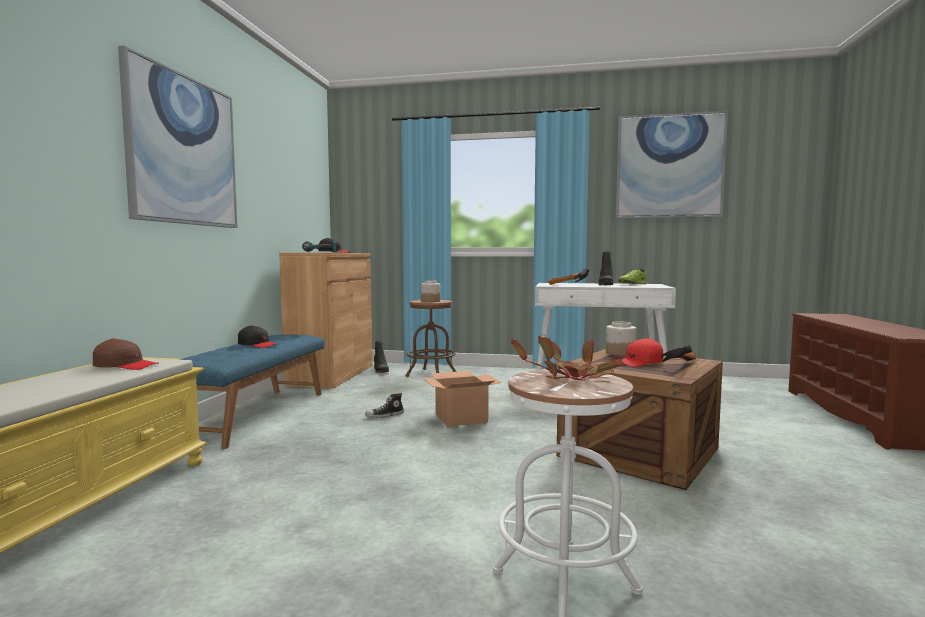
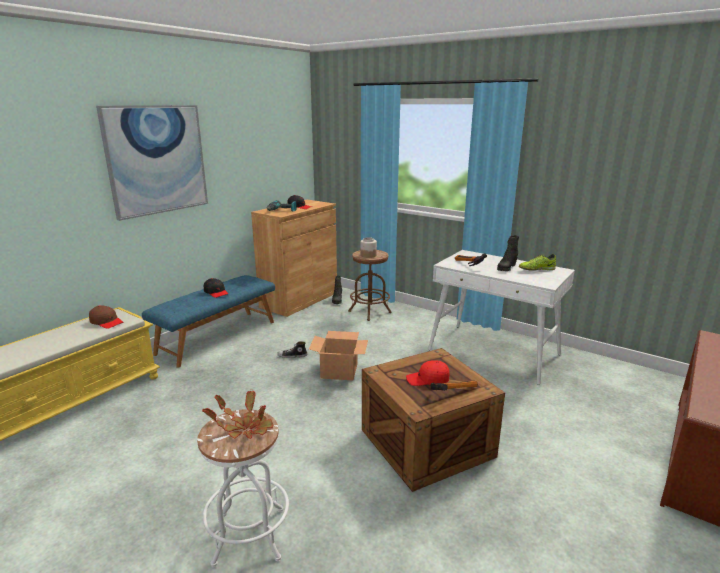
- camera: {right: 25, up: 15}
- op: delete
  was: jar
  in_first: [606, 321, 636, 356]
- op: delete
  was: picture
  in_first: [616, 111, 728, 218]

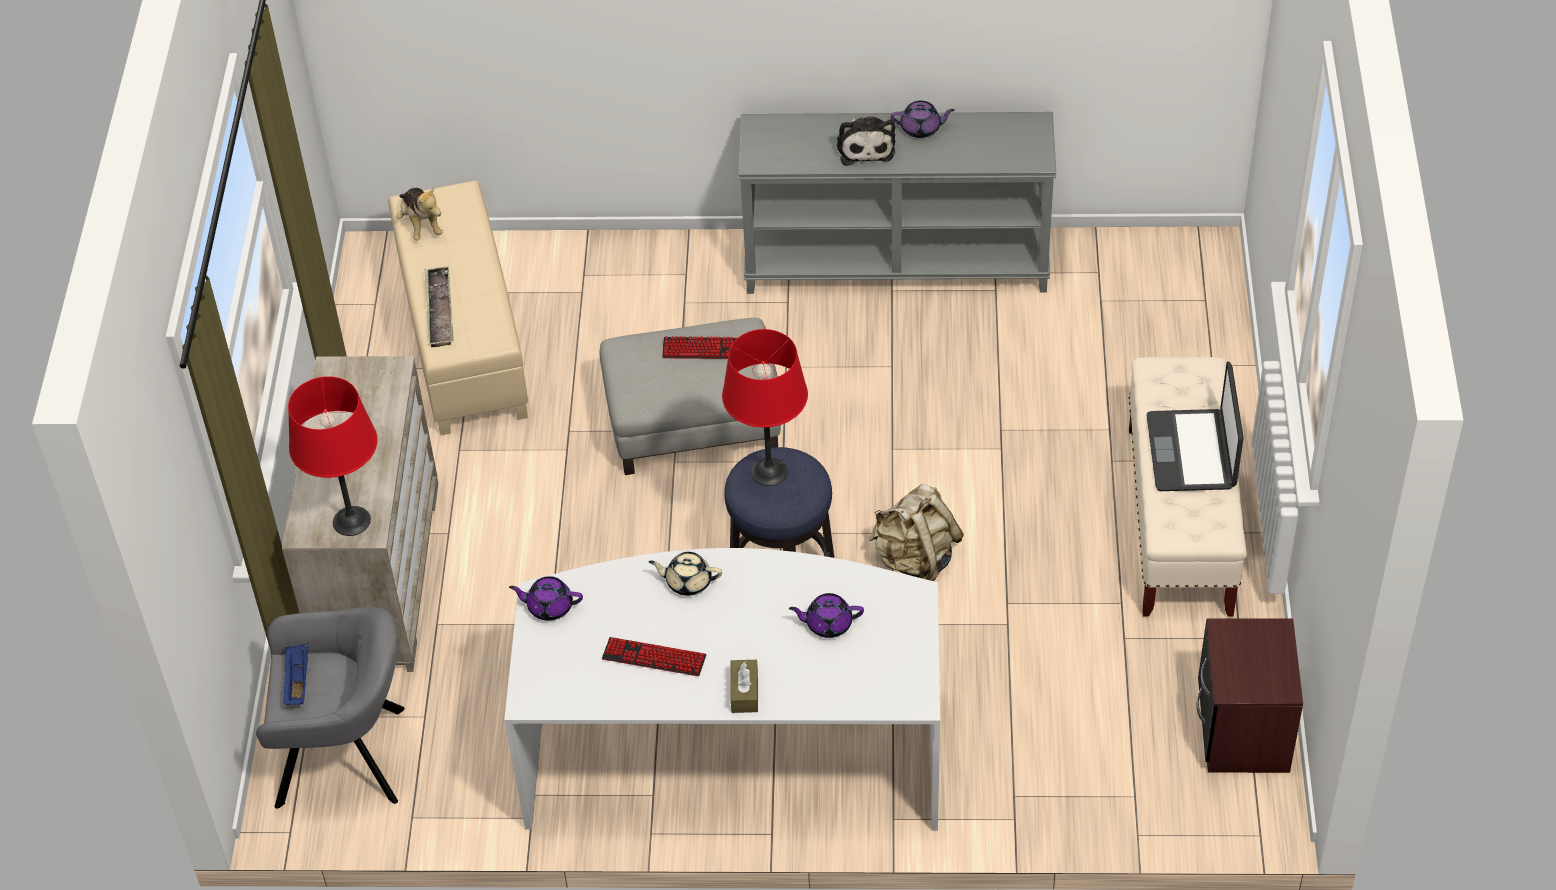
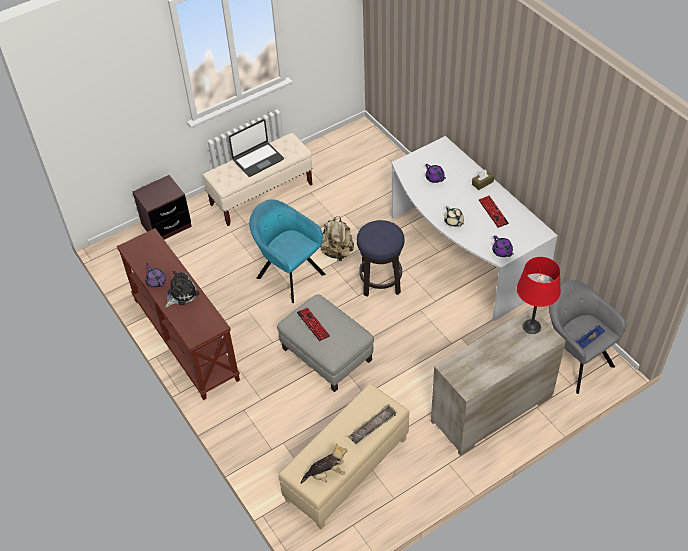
- camera: {right: -125, up: 0}
- op: rotate
  was: plush toy
  in_first: [396, 187, 443, 240]
  in_second: [301, 444, 348, 484]
  clockwise: 45
- op: delete
  was: table lamp (red)
  in_first: [722, 329, 808, 486]
- op: recolor
  was: console table (grey)
  now: console table (brown)
  in_first: [738, 112, 1056, 294]
  in_second: [117, 228, 240, 400]
- op: move
  was: nightstand (brown)
  in_first: [1197, 619, 1303, 773]
  in_second: [132, 175, 192, 240]
- op: insert
  now: armchair (turquoise)
  in_second: [249, 199, 326, 303]

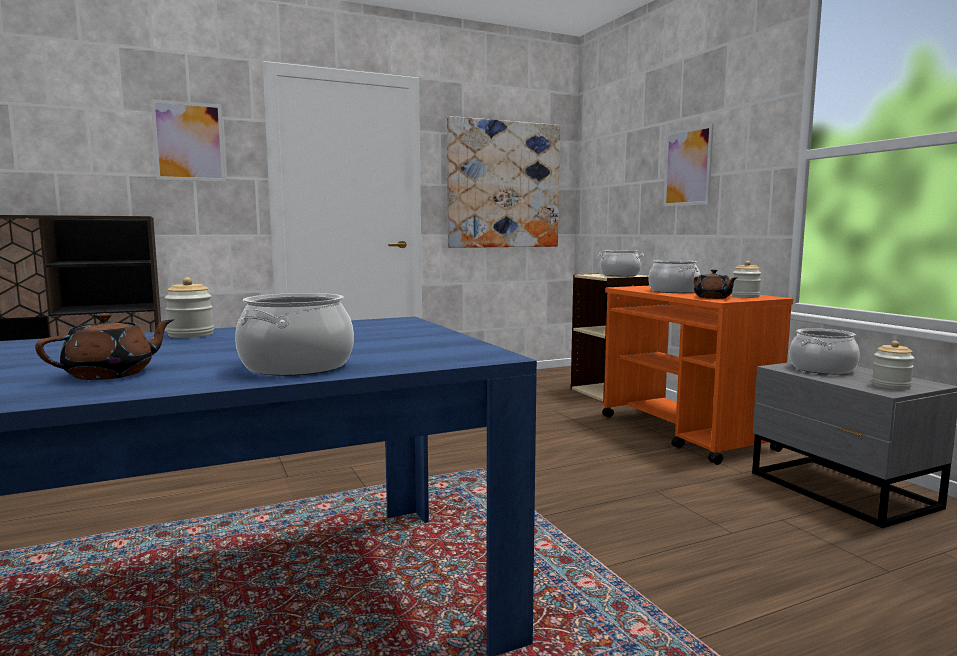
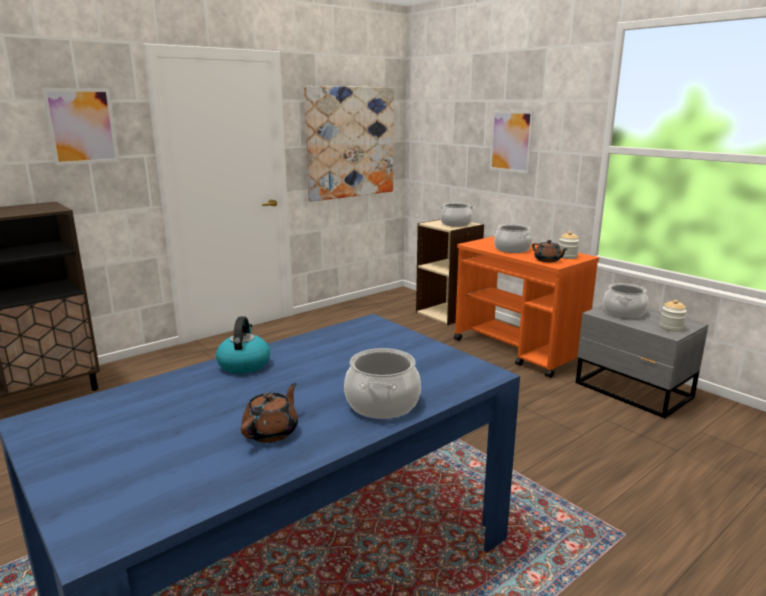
- camera: {right: -15, up: 10}
- op: replace
  was: jar
  now: kettle
  in_first: [165, 277, 214, 338]
  in_second: [216, 316, 270, 374]

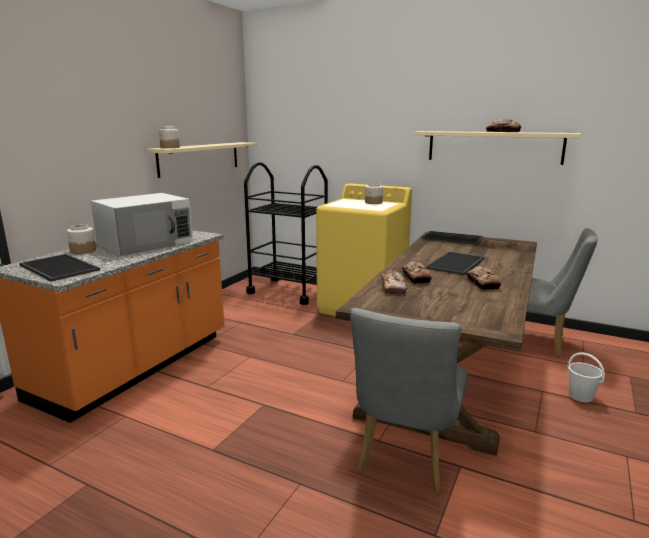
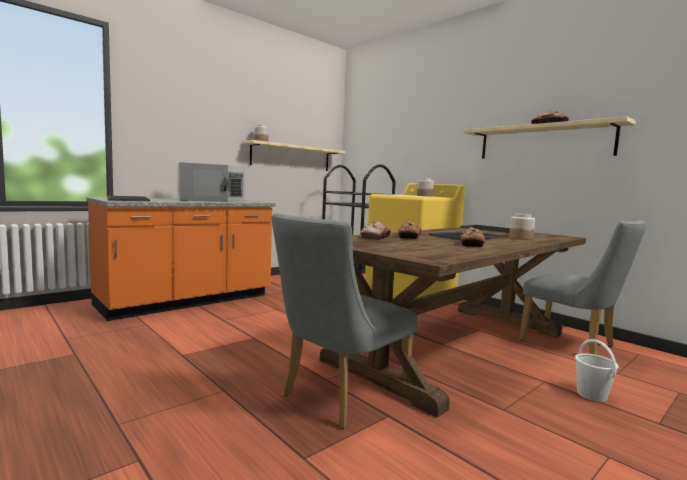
- camera: {right: 20, up: -10}
- op: move
  was: jar
  in_first: [67, 224, 96, 254]
  in_second: [509, 214, 535, 240]

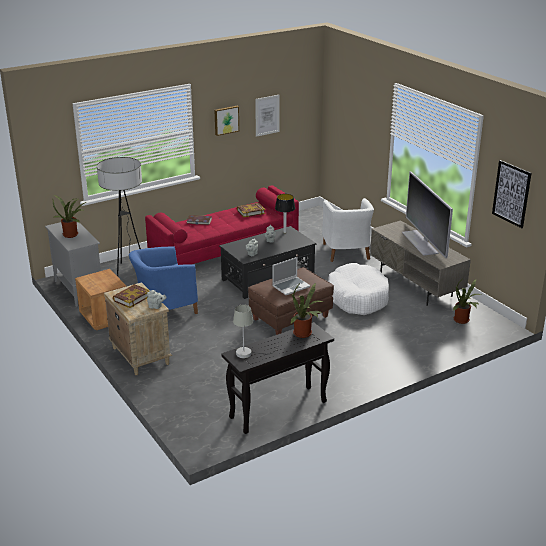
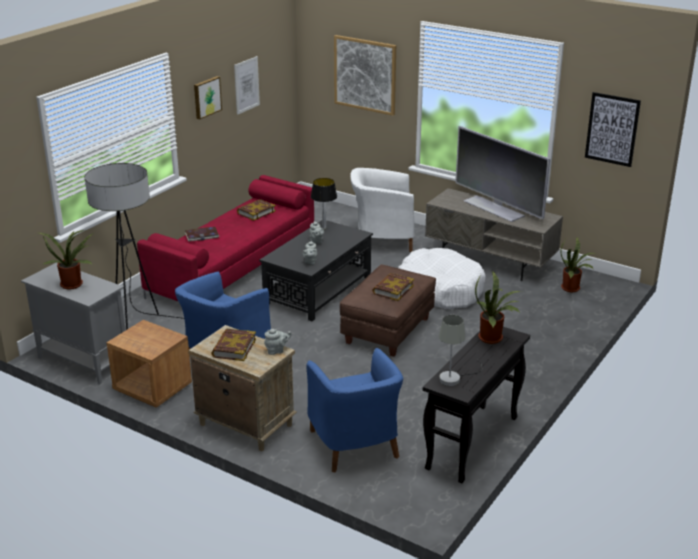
- camera: {right: -25, up: 0}
- op: replace
  was: laptop
  now: book
  in_first: [272, 257, 310, 295]
  in_second: [372, 273, 414, 301]
- op: rotate
  was: armchair (white)
  in_first: [322, 198, 374, 262]
  in_second: [350, 168, 414, 252]
  clockwise: 120
- op: insert
  now: armchair (blue)
  in_second: [306, 348, 403, 473]
- op: insert
  now: picture
  in_second: [334, 35, 396, 116]

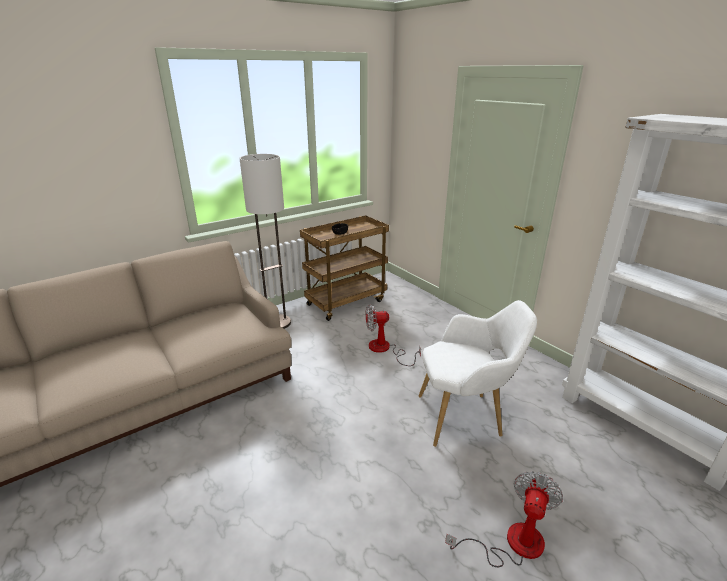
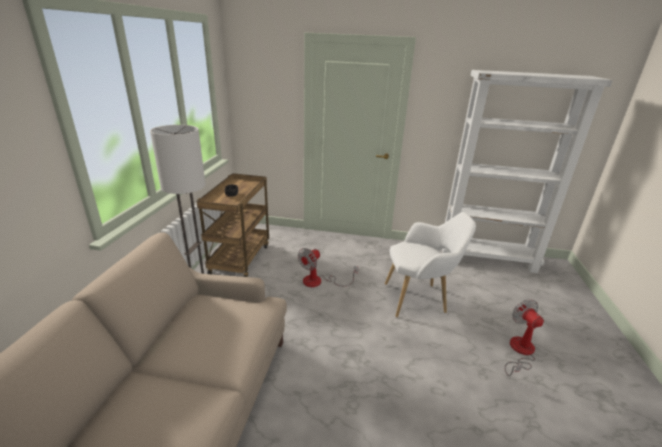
- camera: {right: -45, up: 0}
- op: rotate
  was: armchair (white)
  in_first: [419, 300, 537, 447]
  in_second: [385, 212, 476, 317]
  clockwise: 45

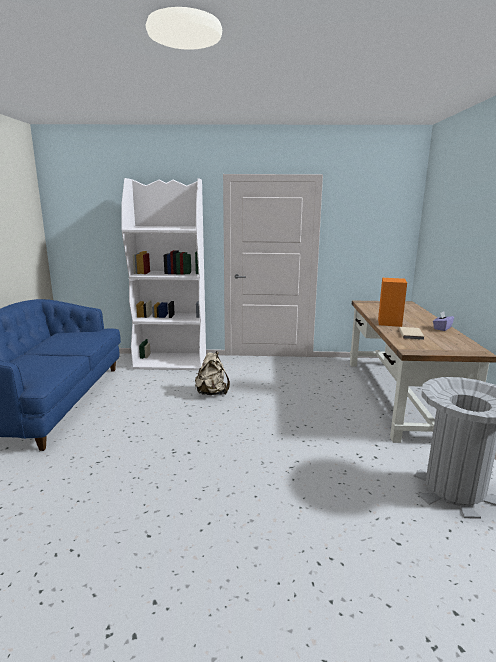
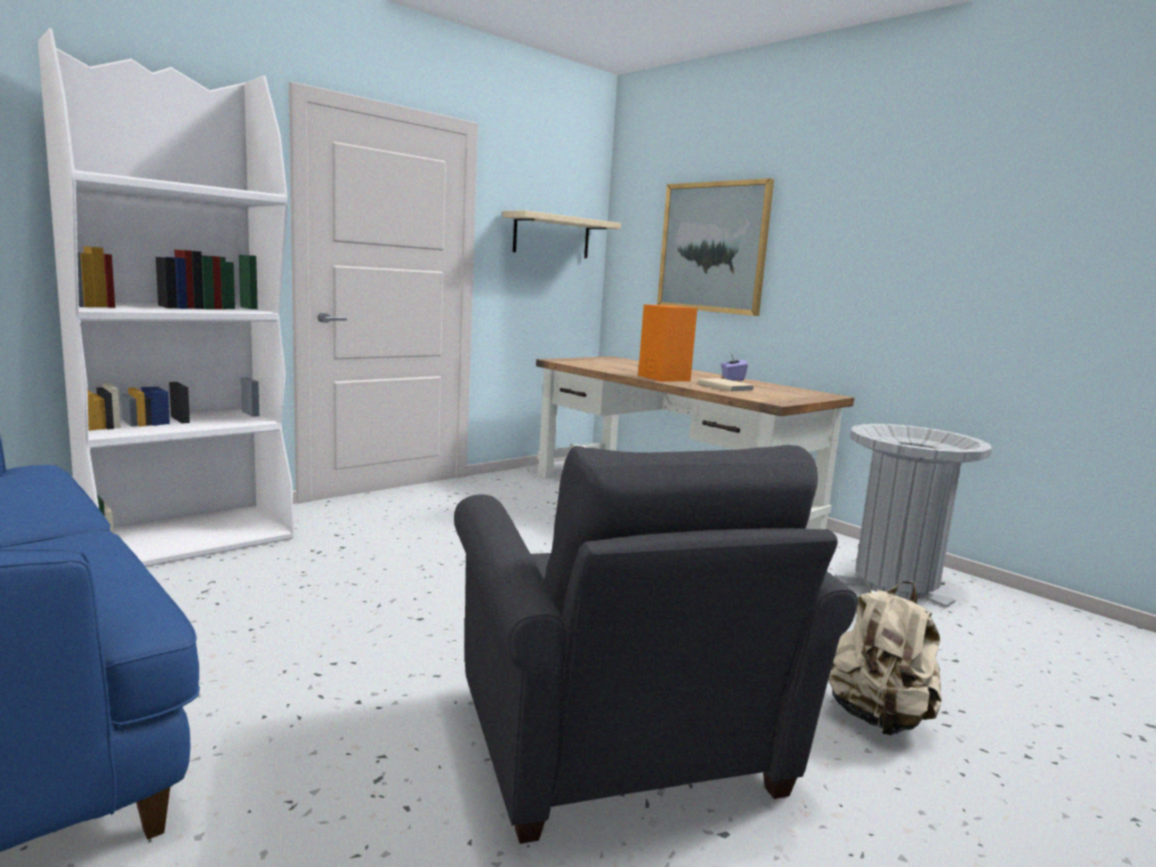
- camera: {right: -45, up: -5}
- op: move
  was: backpack (beige)
  in_first: [195, 351, 230, 395]
  in_second: [828, 581, 942, 736]
- op: insert
  now: armchair (grey)
  in_second: [454, 445, 858, 844]
- op: insert
  now: shelf (beige)
  in_second: [503, 210, 621, 258]
- op: insert
  now: picture
  in_second: [657, 178, 774, 316]

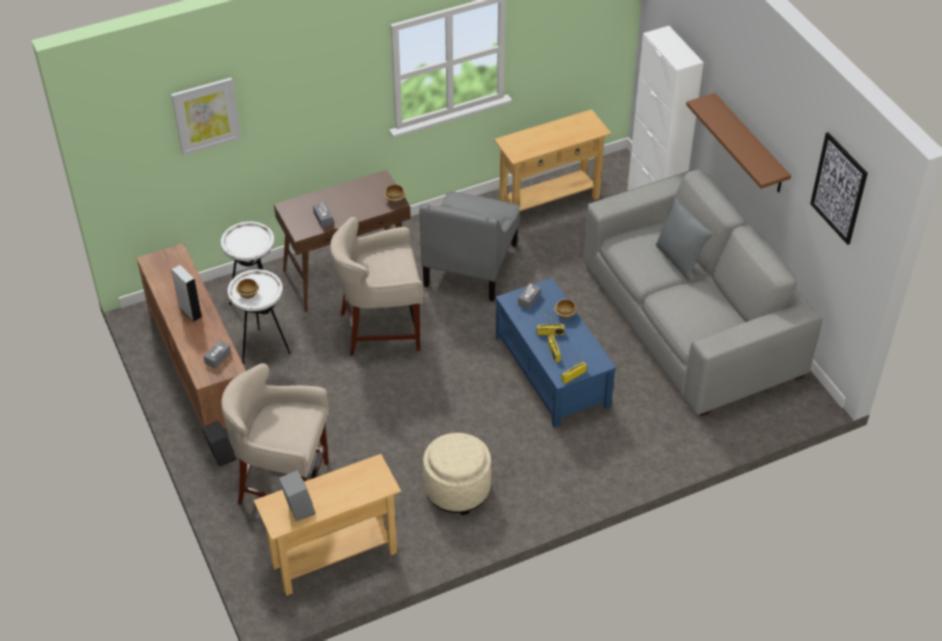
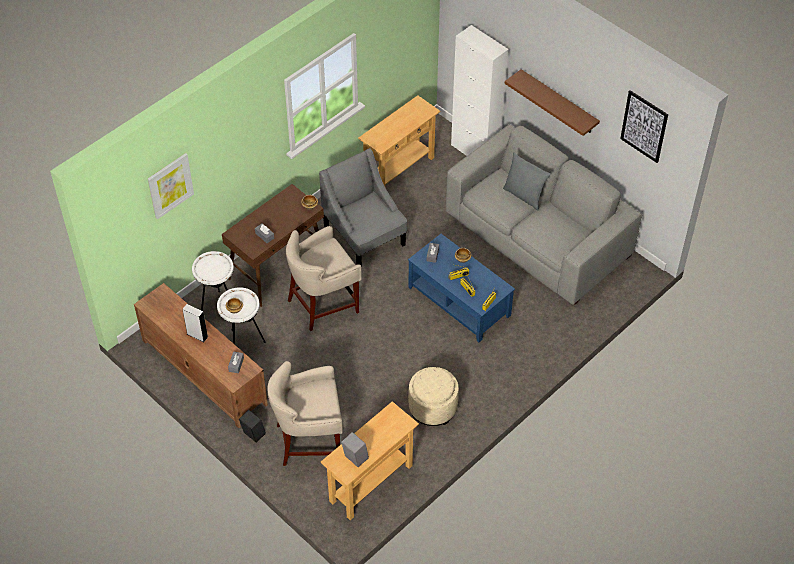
- camera: {right: -20, up: 5}
- op: rotate
  was: armchair (grey)
  in_first: [419, 191, 520, 301]
  in_second: [319, 149, 407, 267]
  clockwise: 150

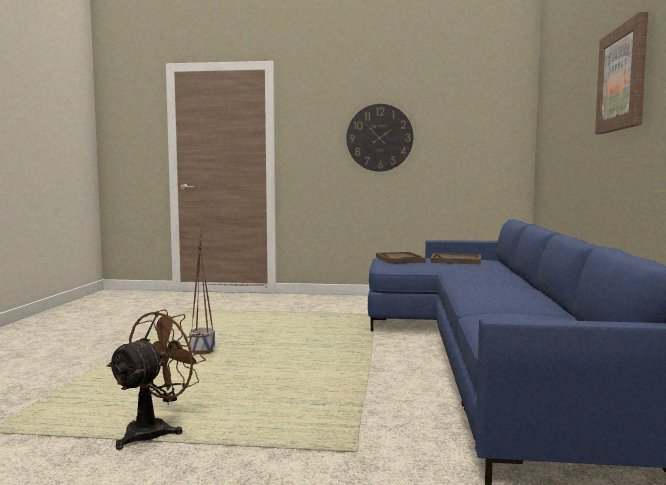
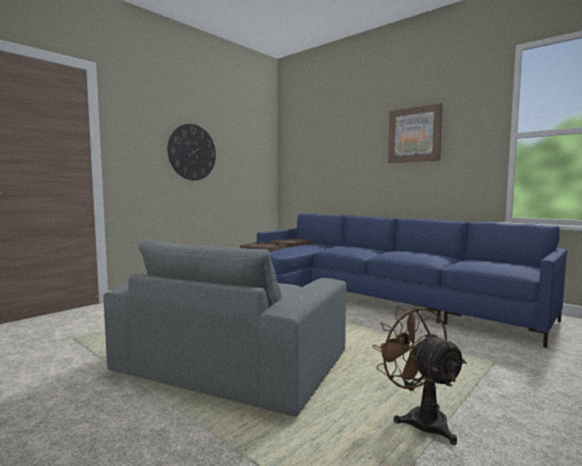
- camera: {right: -55, up: 0}
- op: replace
  was: planter
  now: armchair (grey)
  in_first: [189, 230, 215, 354]
  in_second: [103, 240, 346, 417]

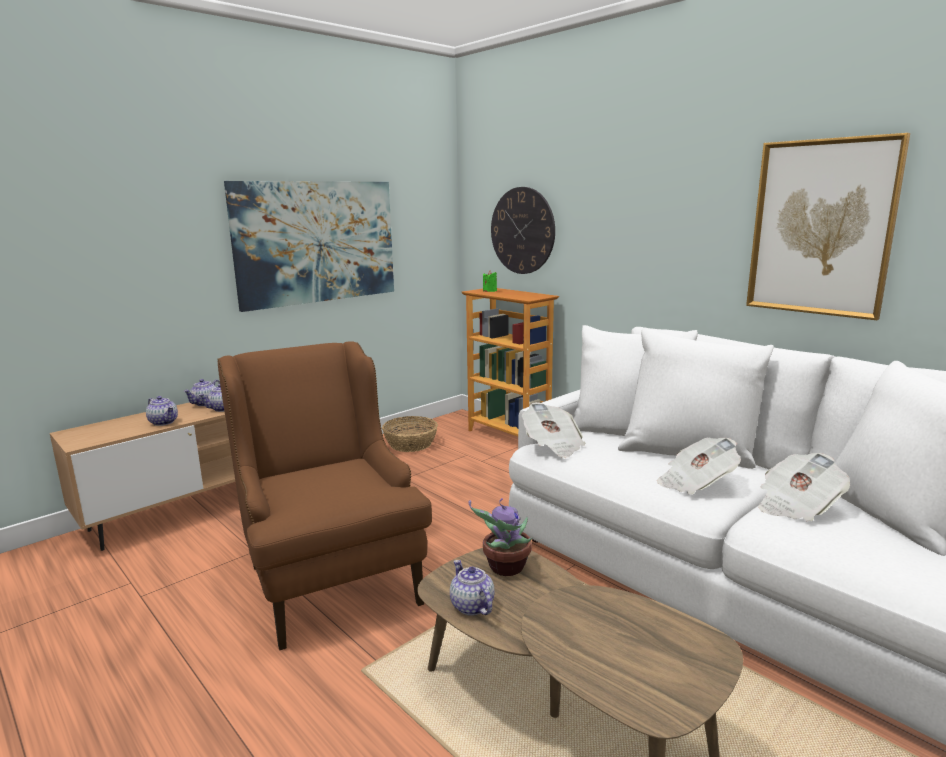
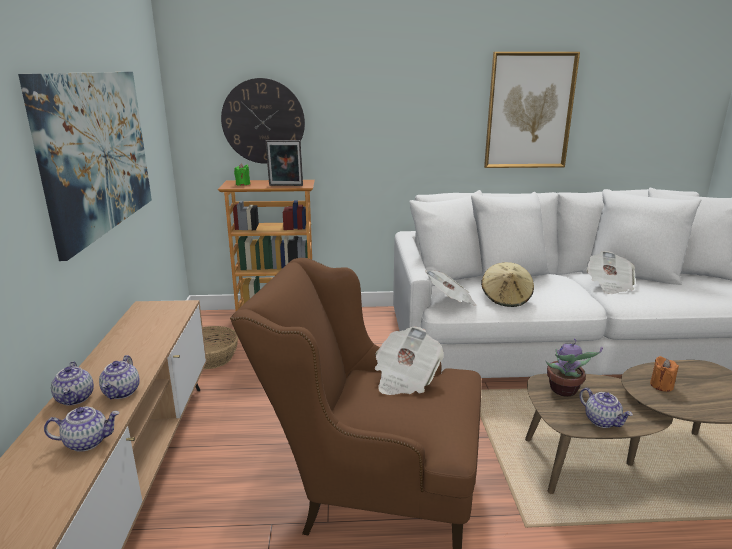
- camera: {right: -50, up: 5}
- op: rotate
  was: teapot
  in_first: [450, 560, 495, 616]
  in_second: [579, 388, 633, 428]
  clockwise: -135
- op: move
  was: newspaper
  in_first: [657, 437, 741, 495]
  in_second: [375, 327, 444, 395]
- op: insert
  now: picture frame
  in_second: [265, 140, 303, 186]
- op: insert
  now: hat (beige)
  in_second: [481, 262, 534, 307]
- op: insert
  now: candle (orange)
  in_second: [650, 356, 679, 392]

